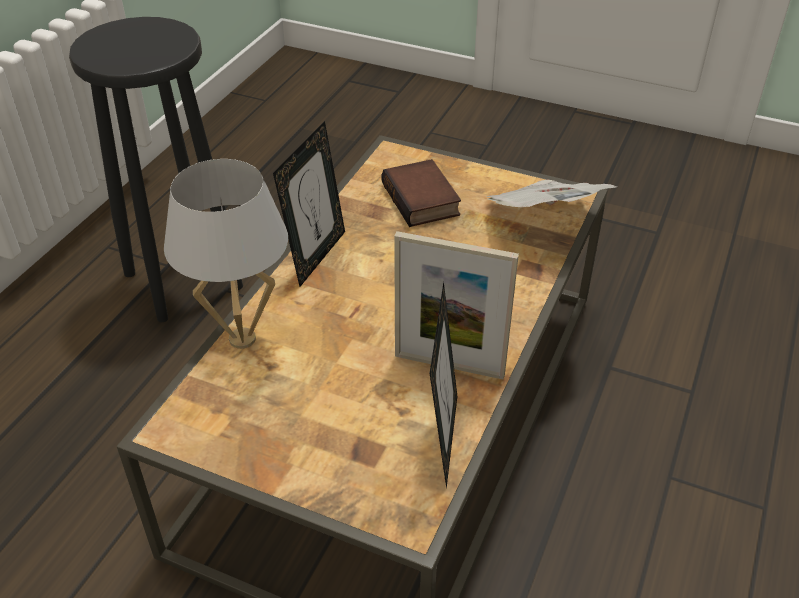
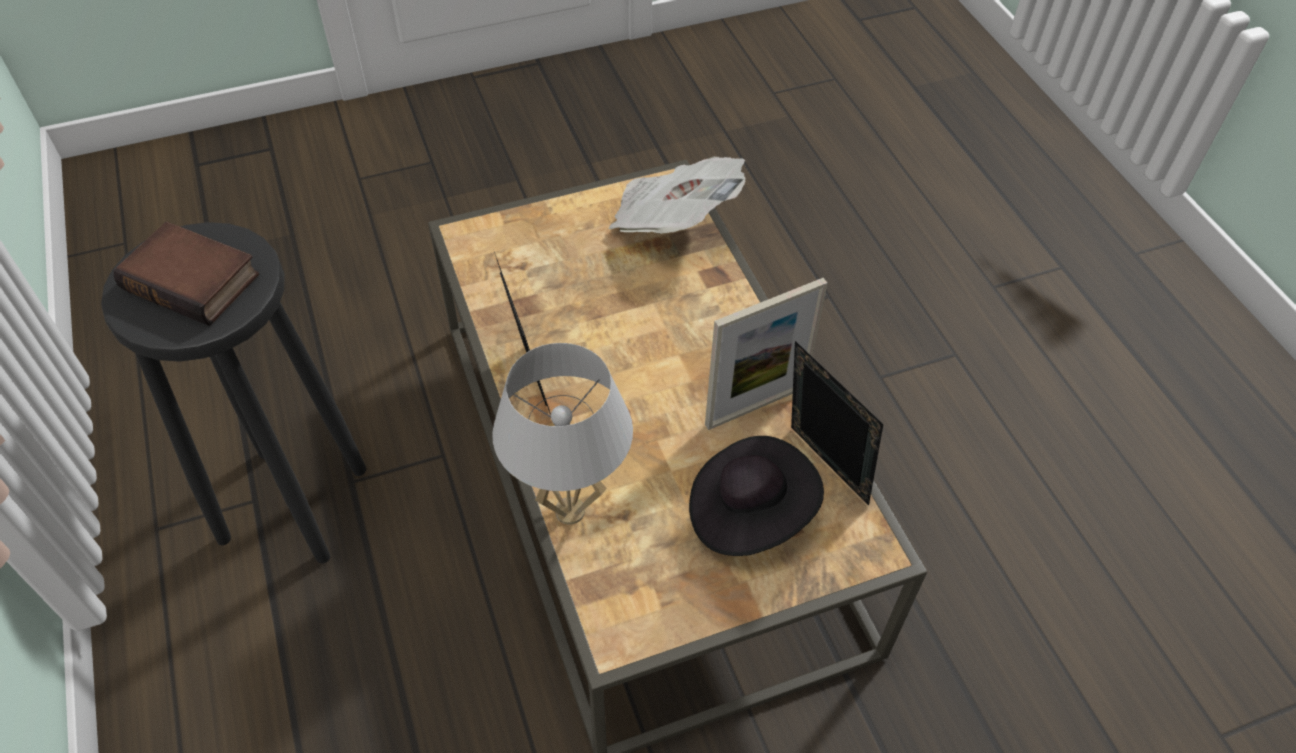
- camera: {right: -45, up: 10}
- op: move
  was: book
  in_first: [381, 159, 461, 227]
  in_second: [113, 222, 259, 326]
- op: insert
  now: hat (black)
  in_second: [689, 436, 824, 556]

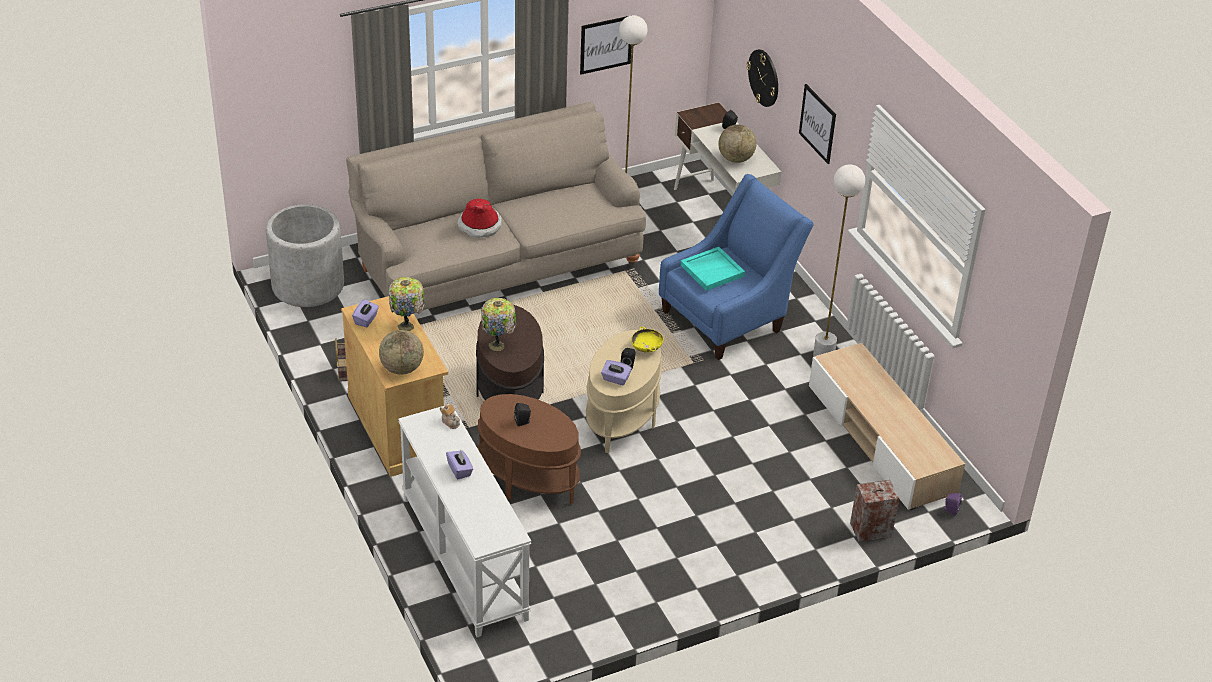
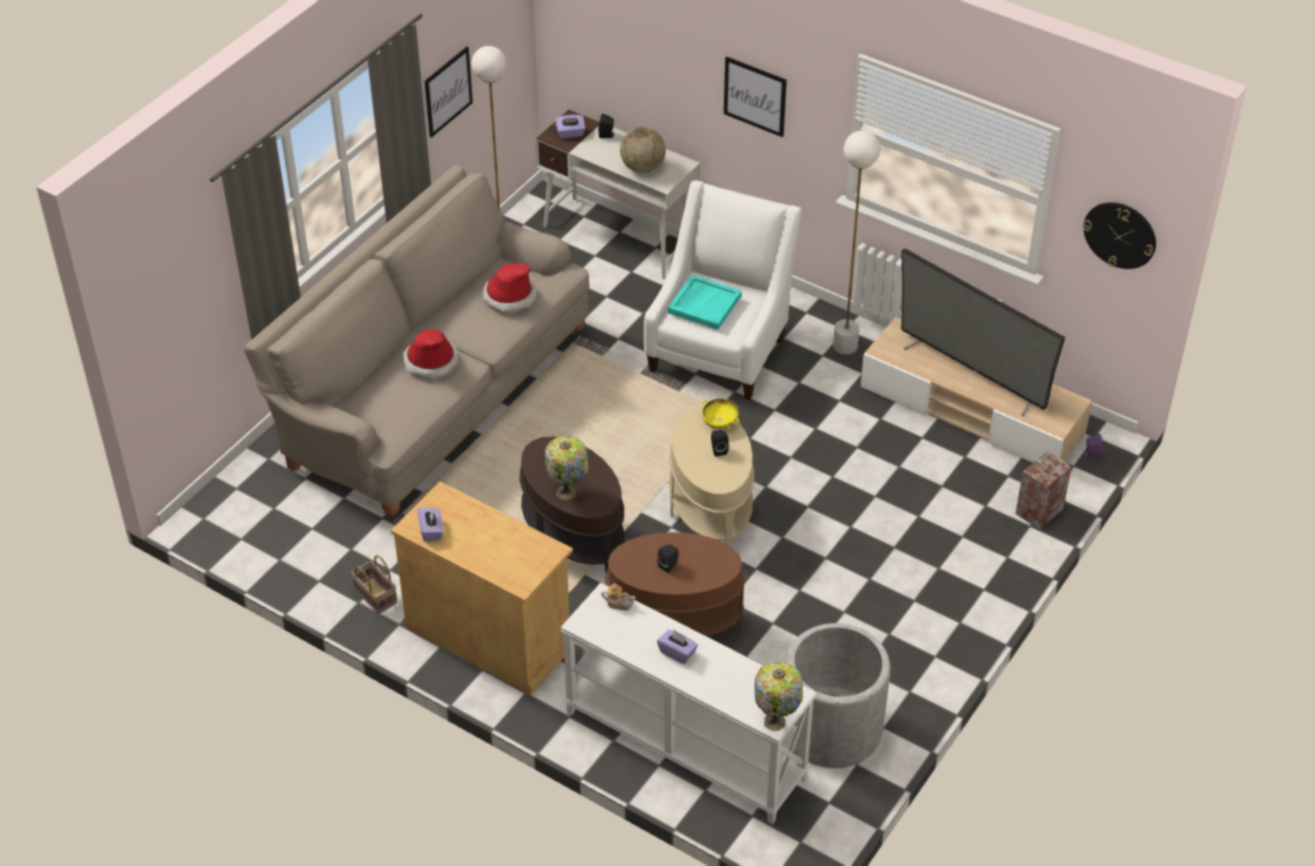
- camera: {right: -30, up: 5}
- op: move
  was: planter (grey)
  in_first: [266, 204, 344, 307]
  in_second: [786, 623, 890, 768]
- op: delete
  was: globe
  in_first: [379, 330, 424, 375]
- op: move
  was: table lamp
  in_first: [389, 277, 425, 331]
  in_second: [754, 661, 803, 731]
- op: move
  was: tissue box (purple)
  in_first: [601, 360, 632, 385]
  in_second: [555, 115, 585, 138]
- op: recolor
  was: armchair (blue)
  now: armchair (white)
  in_first: [659, 174, 814, 360]
  in_second: [644, 180, 802, 400]
- op: move
  was: wall clock
  in_first: [747, 49, 778, 107]
  in_second: [1083, 202, 1156, 269]
- op: insert
  now: hat
  in_second: [482, 263, 537, 313]
- op: insert
  now: television
  in_second: [901, 248, 1065, 416]

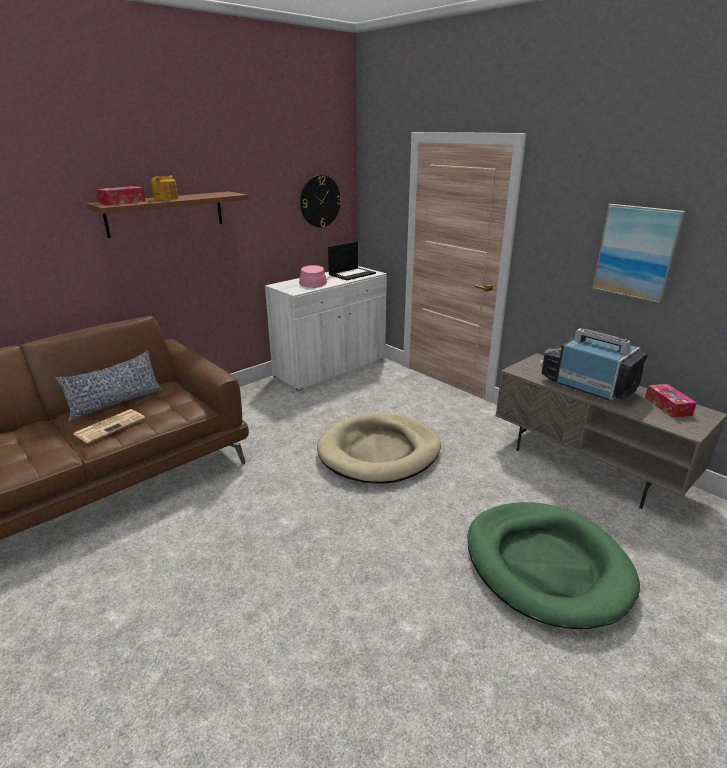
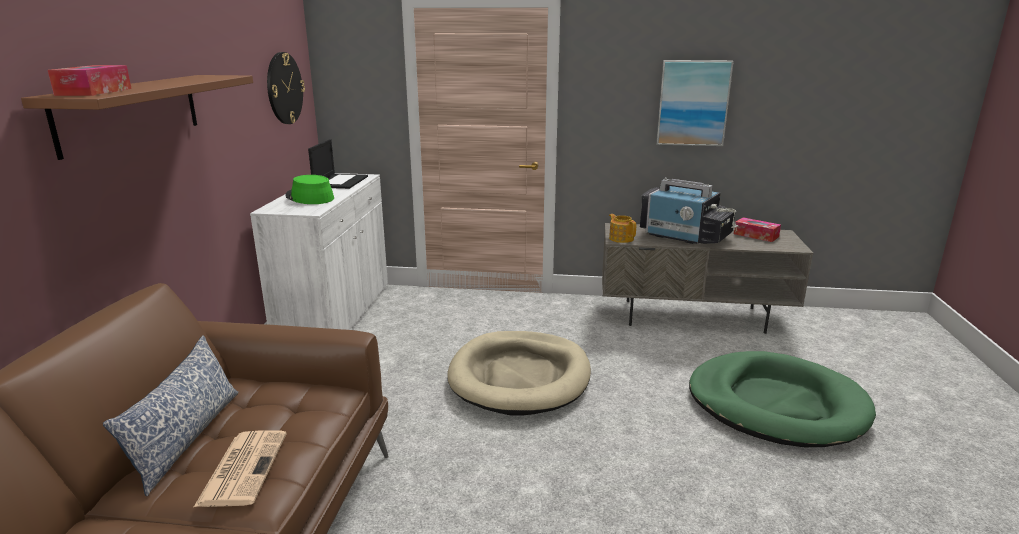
- camera: {right: -40, up: -5}
- op: move
  was: teapot
  in_first: [151, 176, 178, 200]
  in_second: [609, 214, 636, 243]
- op: recolor
  was: hat (pink)
  now: hat (green)
  in_first: [299, 265, 327, 288]
  in_second: [285, 175, 334, 204]
- op: rotate
  was: television
  in_first: [540, 328, 648, 401]
  in_second: [640, 177, 738, 244]
  clockwise: -150

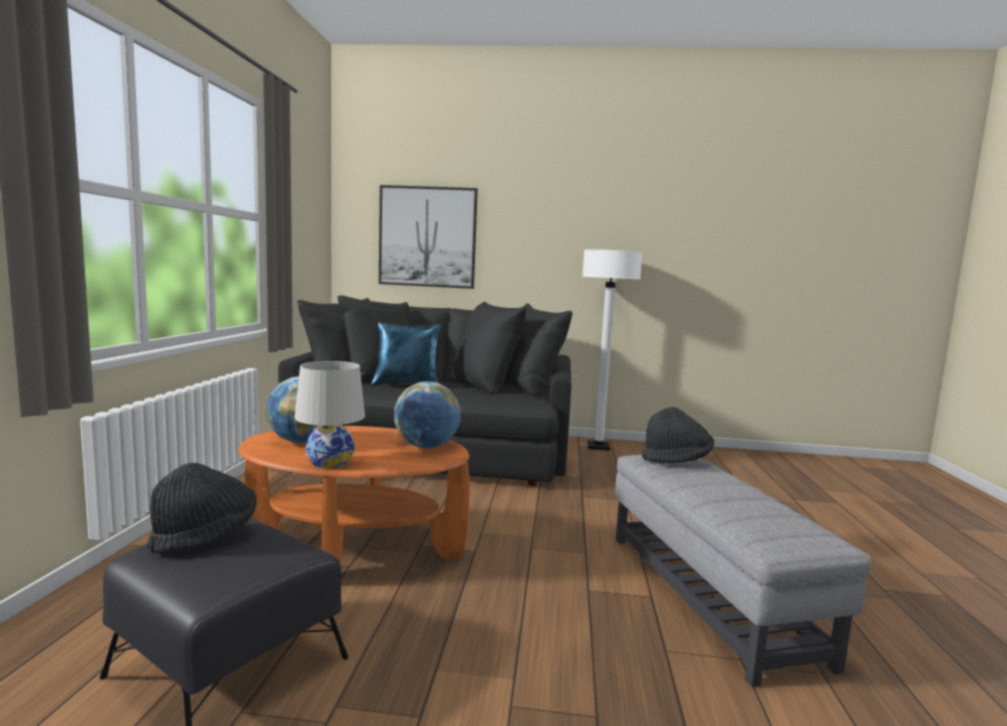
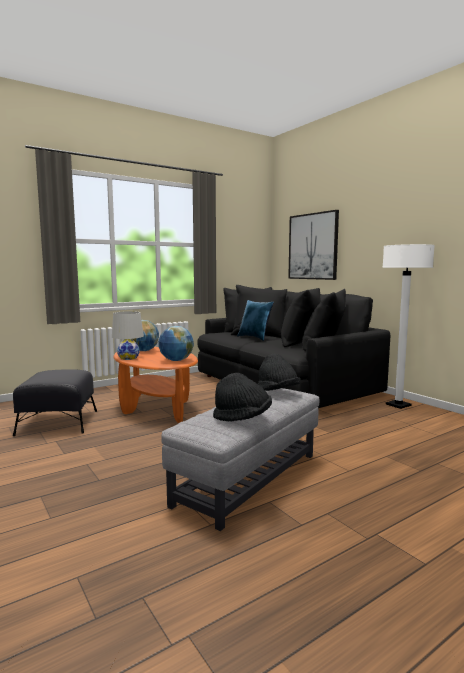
- camera: {right: 50, up: 0}
- op: move
  was: hat (black)
  in_first: [148, 463, 257, 553]
  in_second: [213, 373, 272, 421]

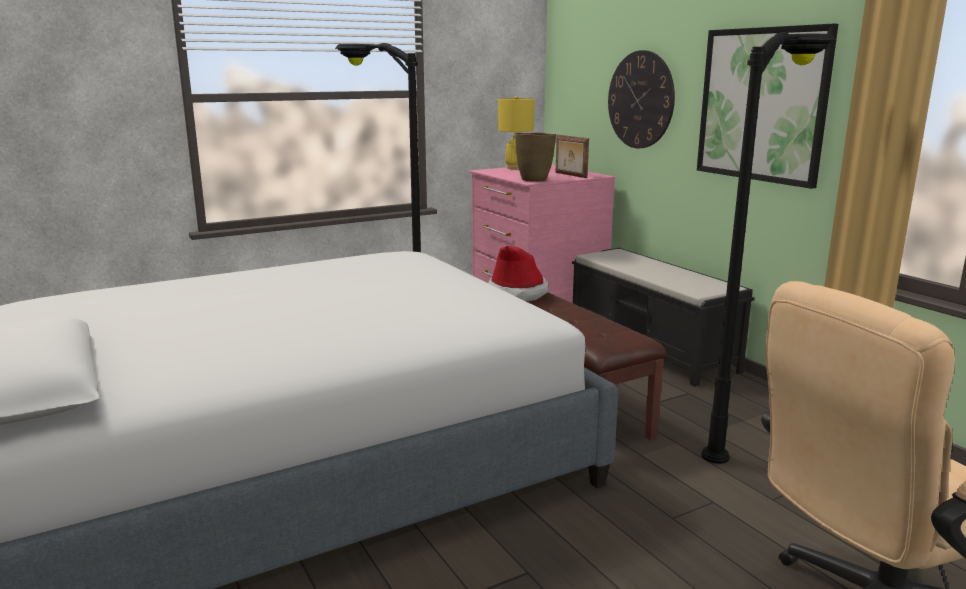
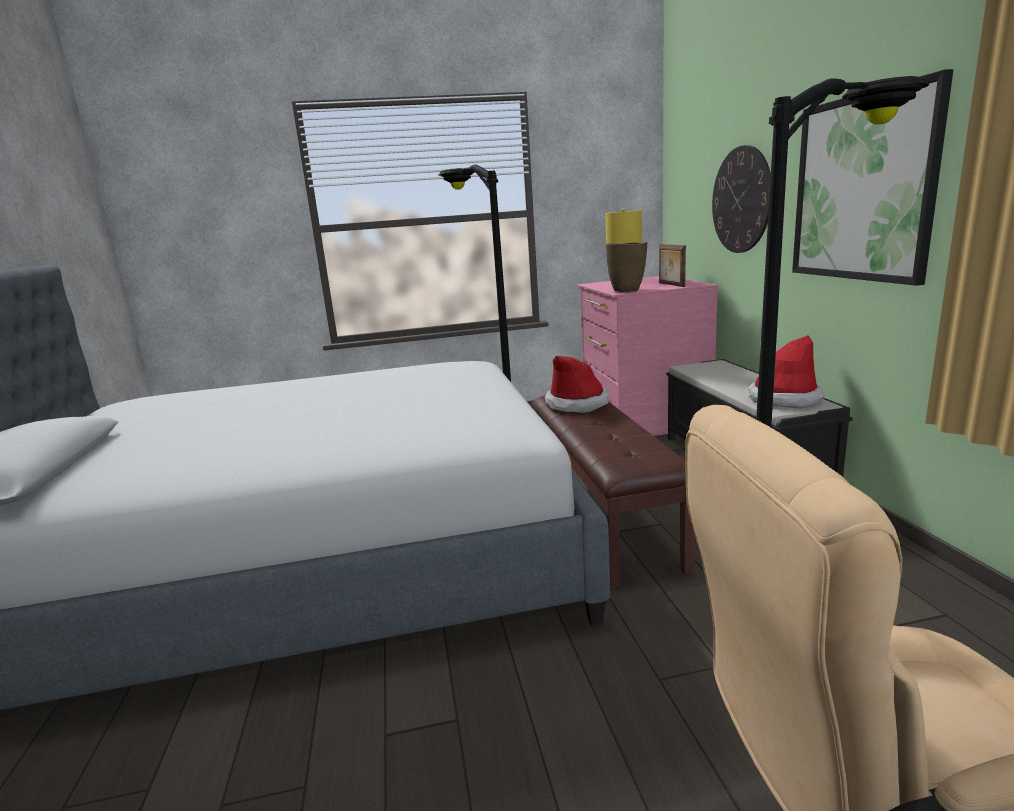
- camera: {right: 20, up: 0}
- op: insert
  now: hat
  in_second: [748, 335, 824, 408]

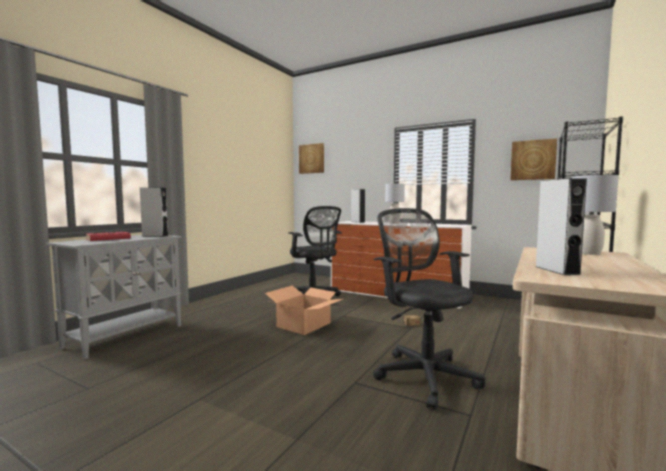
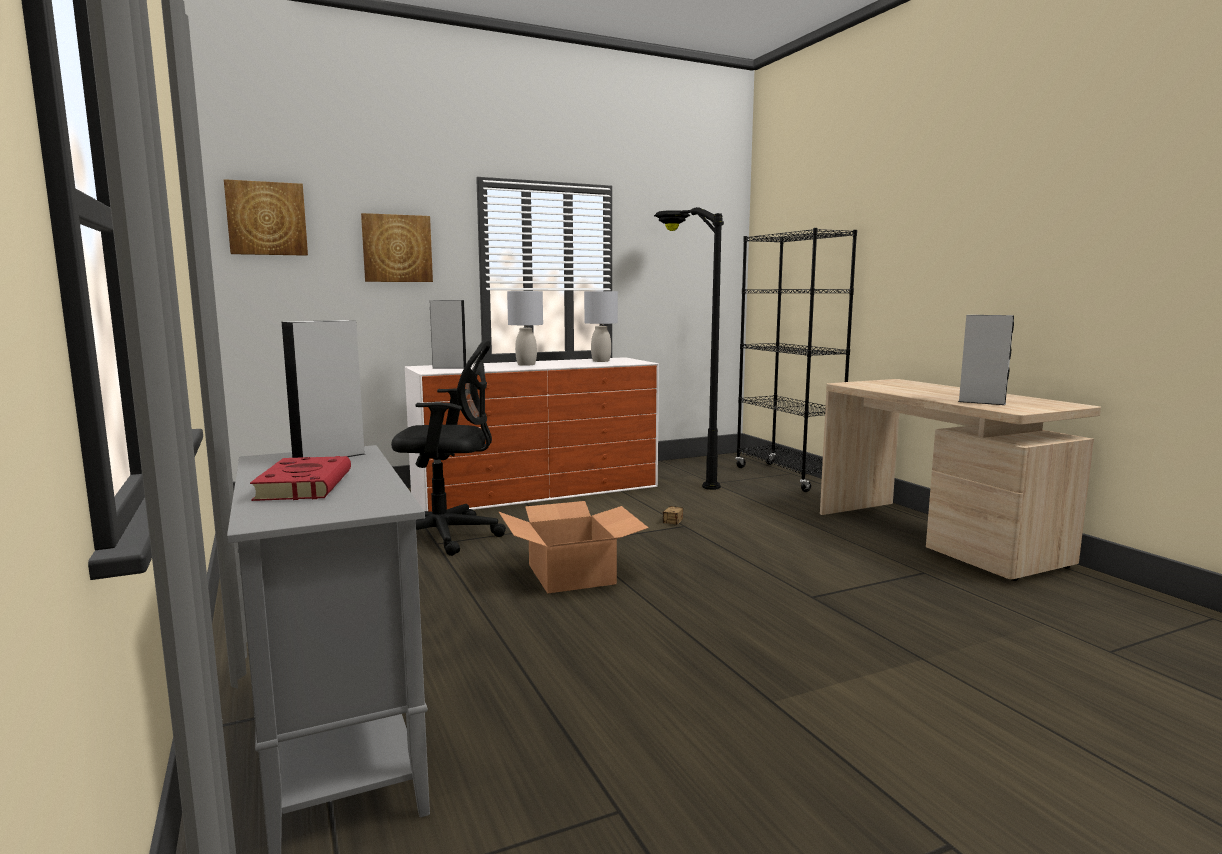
- camera: {right: -55, up: 5}
- op: delete
  was: office chair (black)
  in_first: [373, 208, 486, 410]
- op: move
  was: picture
  in_first: [510, 138, 557, 180]
  in_second: [361, 213, 433, 282]
- op: move
  was: table lamp (grey)
  in_first: [572, 175, 618, 255]
  in_second: [584, 291, 618, 362]
- op: insert
  now: floor lamp (black)
  in_second: [654, 207, 724, 490]

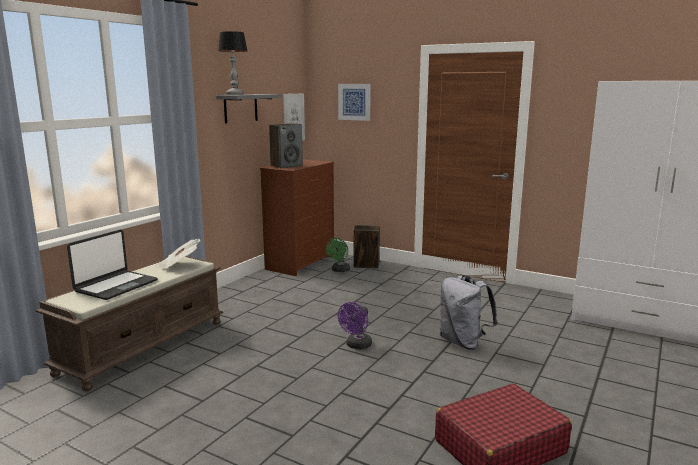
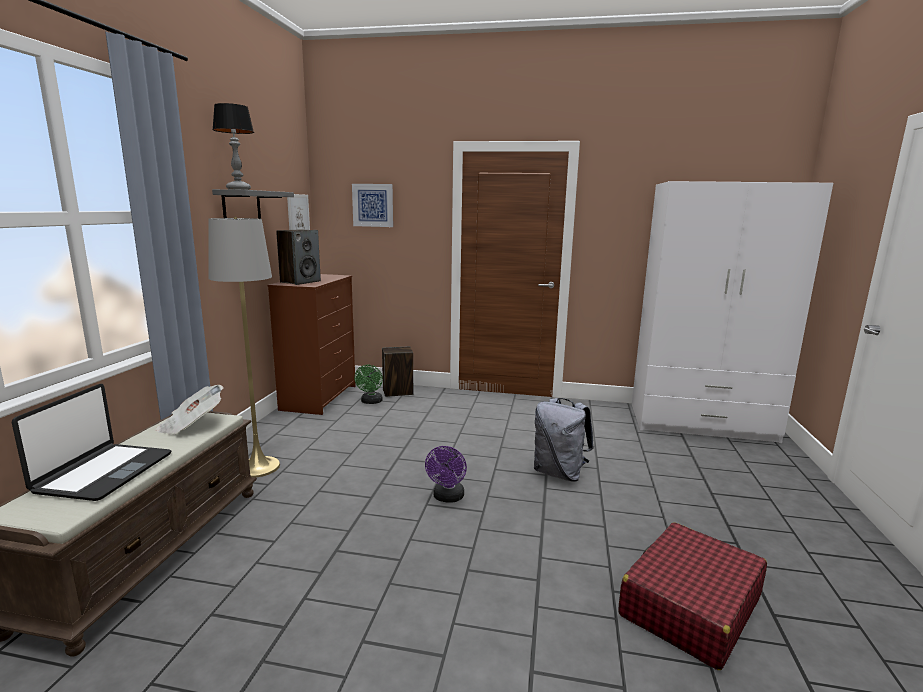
- camera: {right: -20, up: 0}
- op: insert
  now: floor lamp (grey)
  in_second: [208, 217, 280, 478]

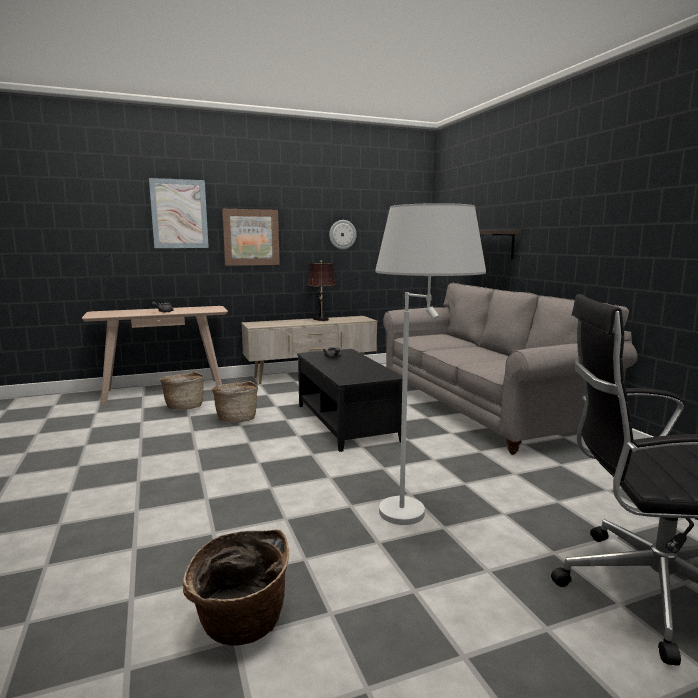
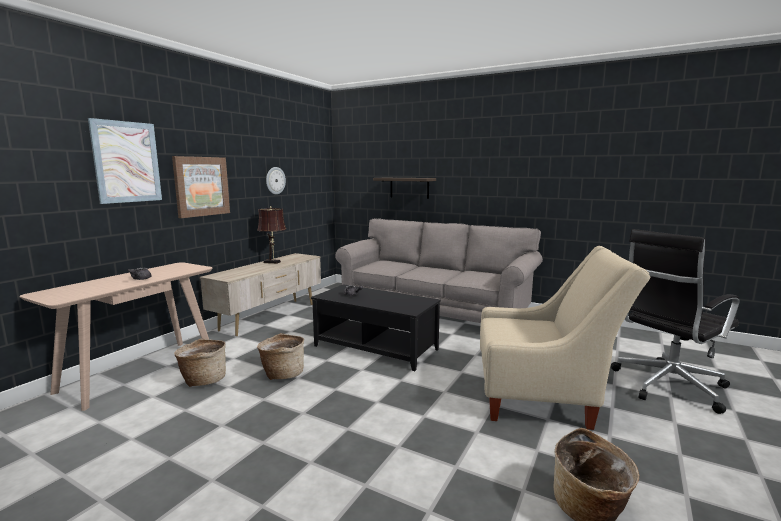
- camera: {right: -40, up: 0}
- op: replace
  was: floor lamp (white)
  now: armchair (beige)
  in_first: [375, 203, 486, 525]
  in_second: [480, 246, 650, 430]

